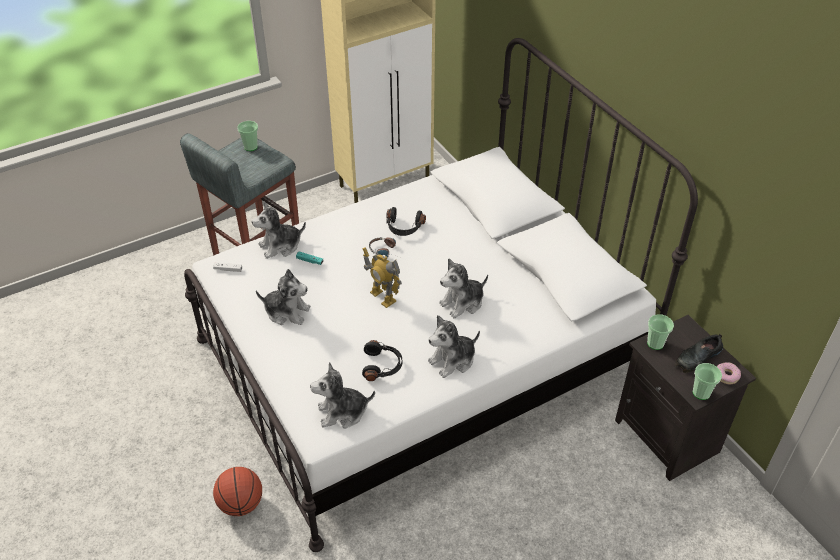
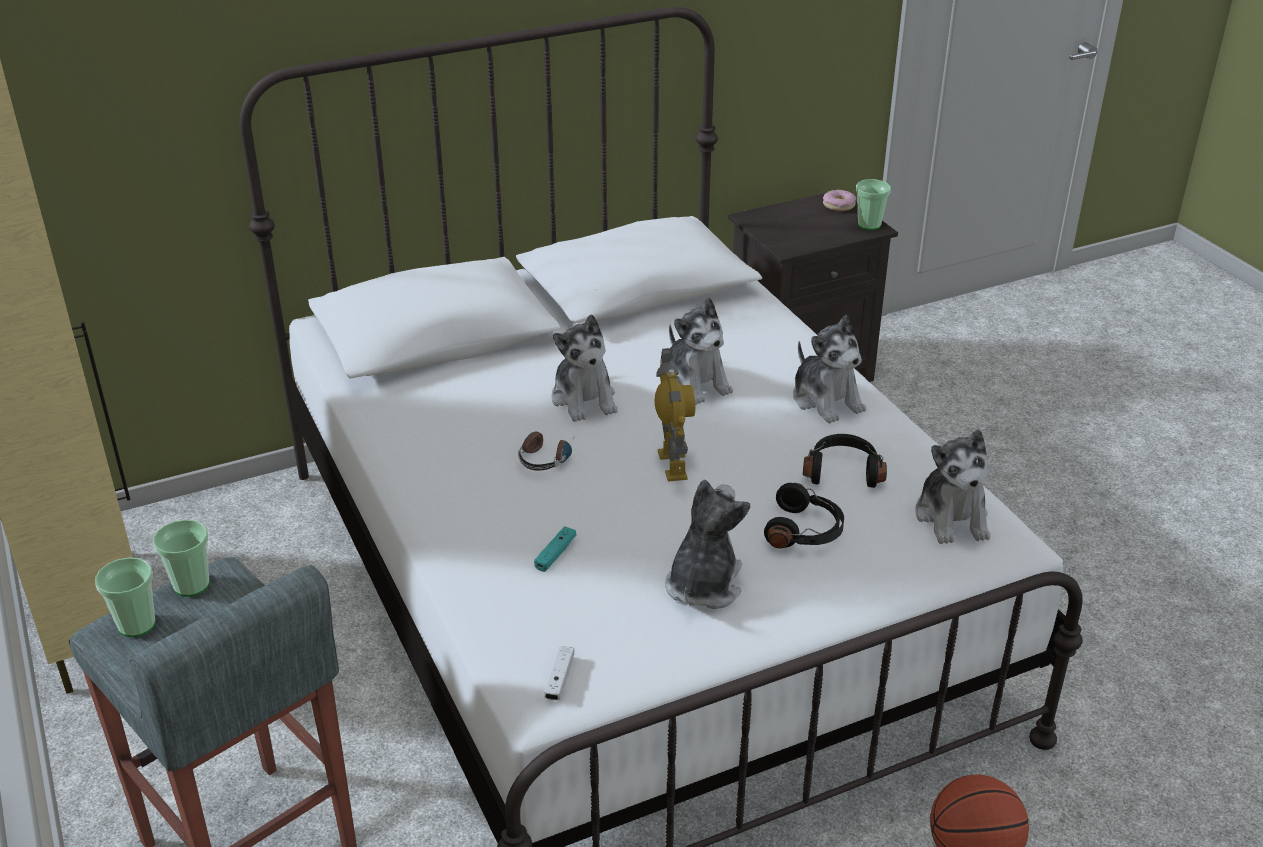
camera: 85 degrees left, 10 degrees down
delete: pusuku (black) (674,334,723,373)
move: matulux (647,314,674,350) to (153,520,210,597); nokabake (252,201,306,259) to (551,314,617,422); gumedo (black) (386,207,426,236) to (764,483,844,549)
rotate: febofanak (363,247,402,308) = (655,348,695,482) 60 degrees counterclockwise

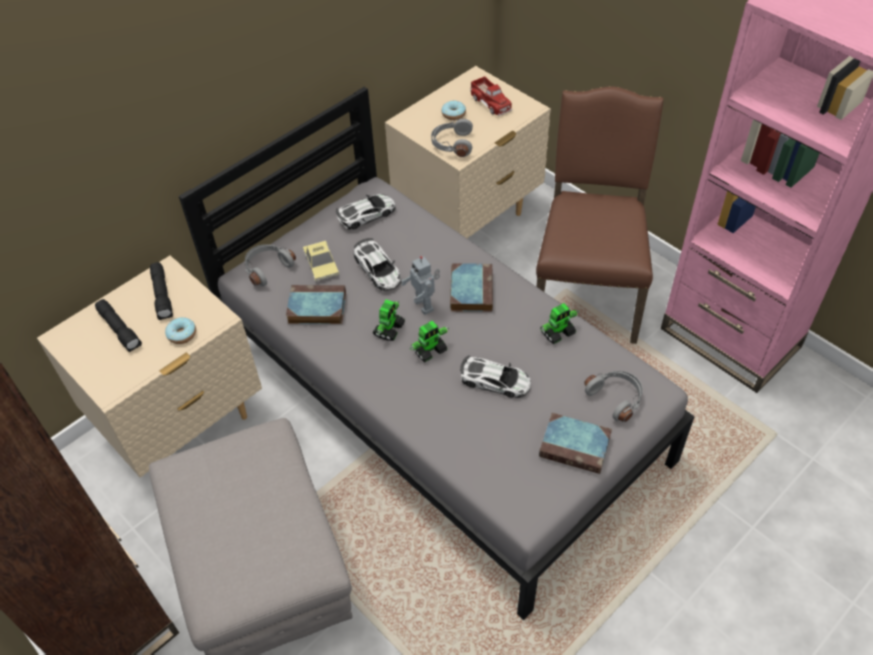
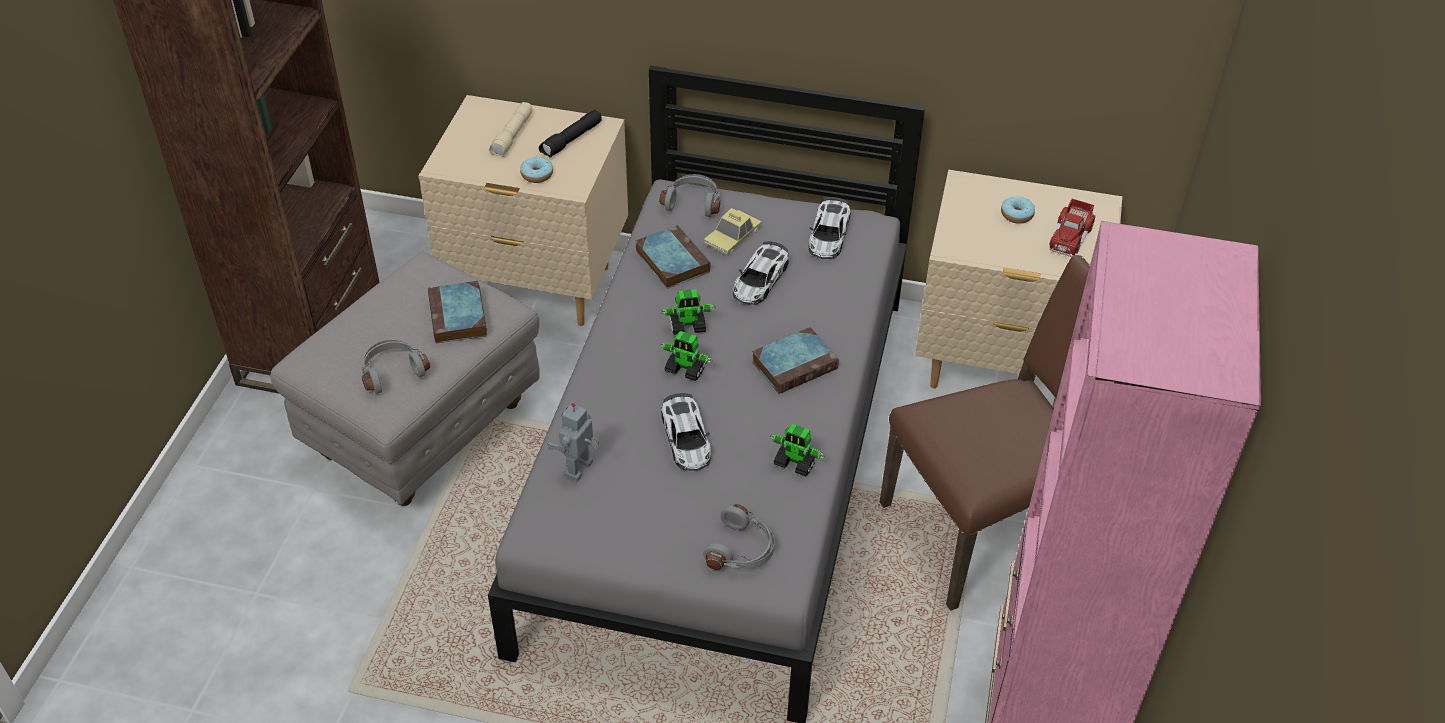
camera: 55 degrees right, 5 degrees down
move: gumedo (grey) (431,118,473,157) to (361,339,430,393); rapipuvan (539,413,612,474) to (428,281,487,343); febofanak (401,256,440,315) to (547,403,600,481)
recolor: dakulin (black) (95,299,142,352) to dakulin (beige) (489,102,532,156)
rotate: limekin (336,194,396,229) = (809,197,851,259) 75 degrees clockwise

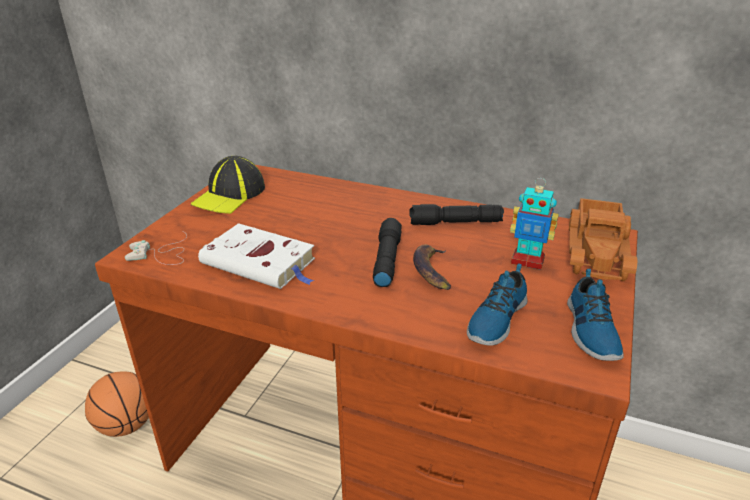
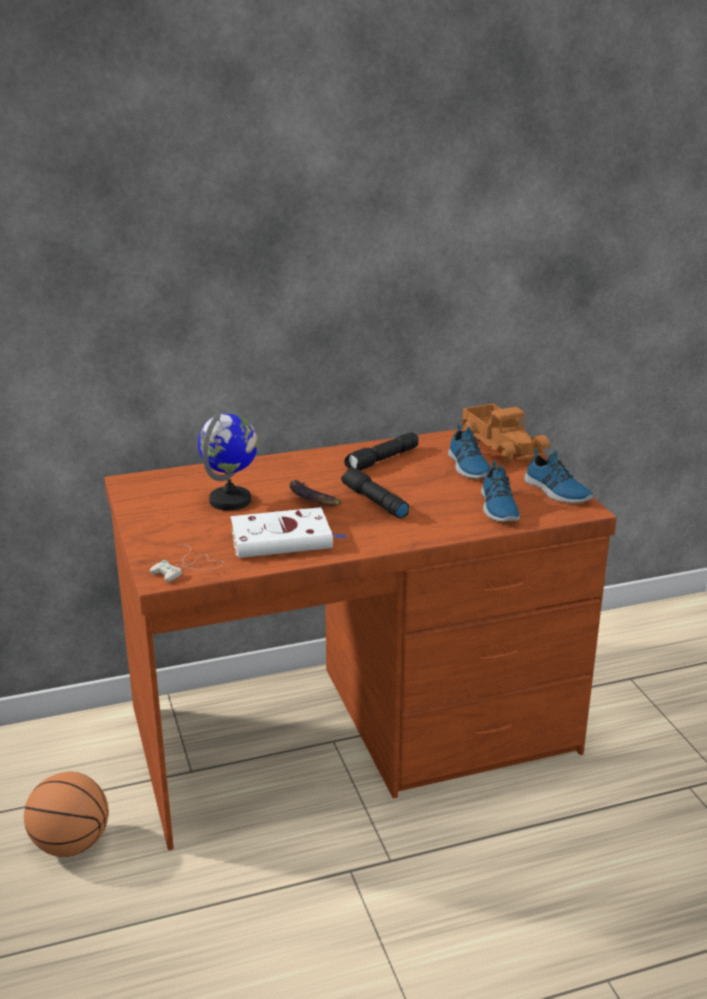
camera: 40 degrees left, 5 degrees down
delete: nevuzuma (191,156,265,214)
insert: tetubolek (198,412,258,511)
move: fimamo (413,245,451,290) to (289,480,342,506)
replace: febofanak (510,178,559,270) to pusuku (448,424,491,479)

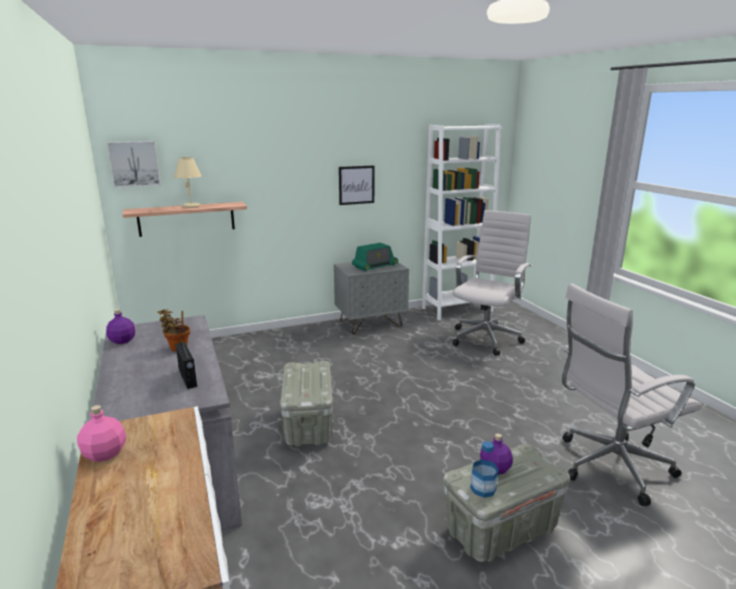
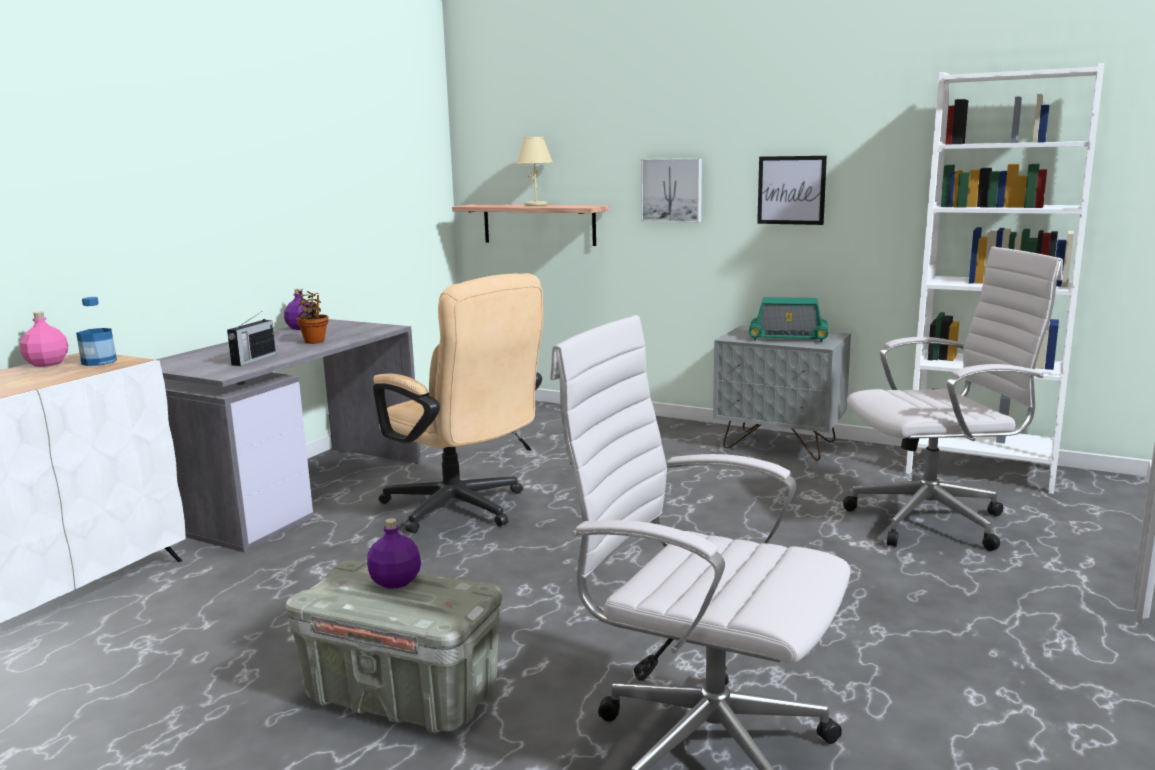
camera: 50 degrees right, 5 degrees down
move: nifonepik (470,441,499,498) to (76,297,117,366); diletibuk (107,141,160,188) to (641,158,702,223)
replace: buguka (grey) (280,361,333,447) to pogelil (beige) (373,273,543,533)

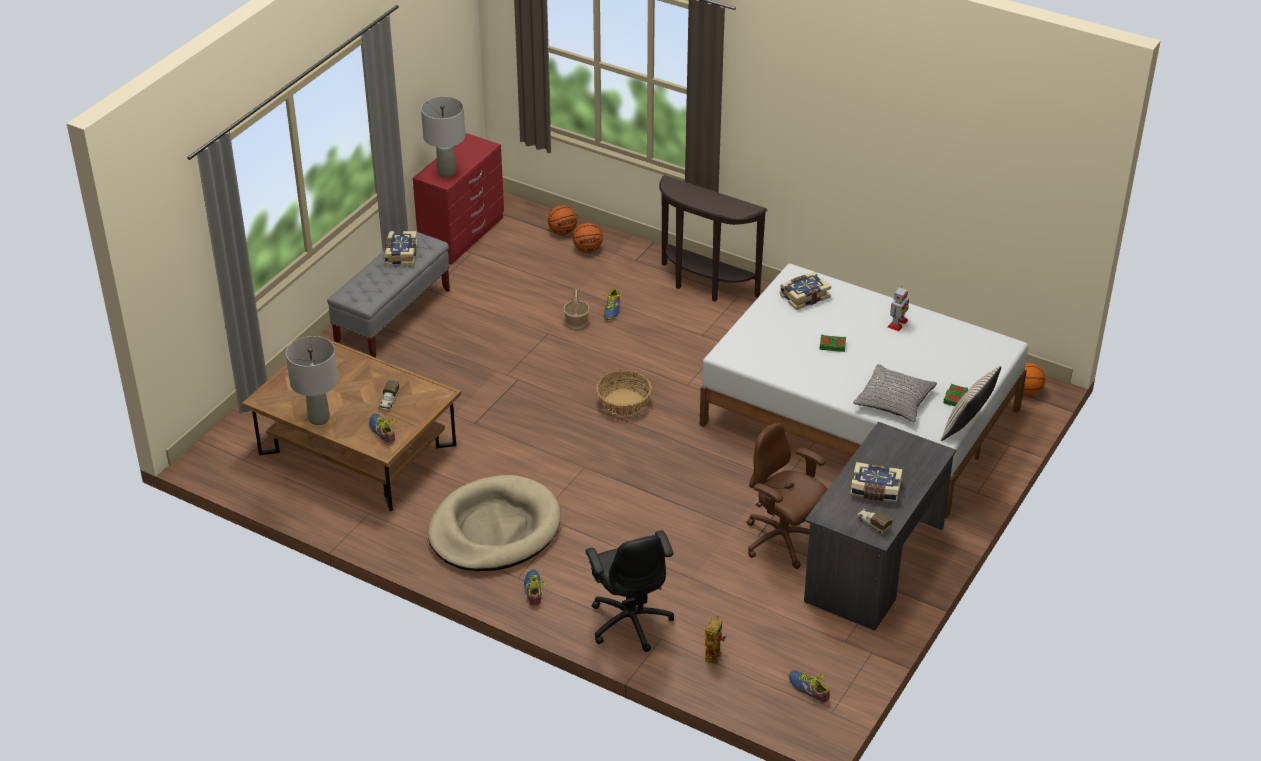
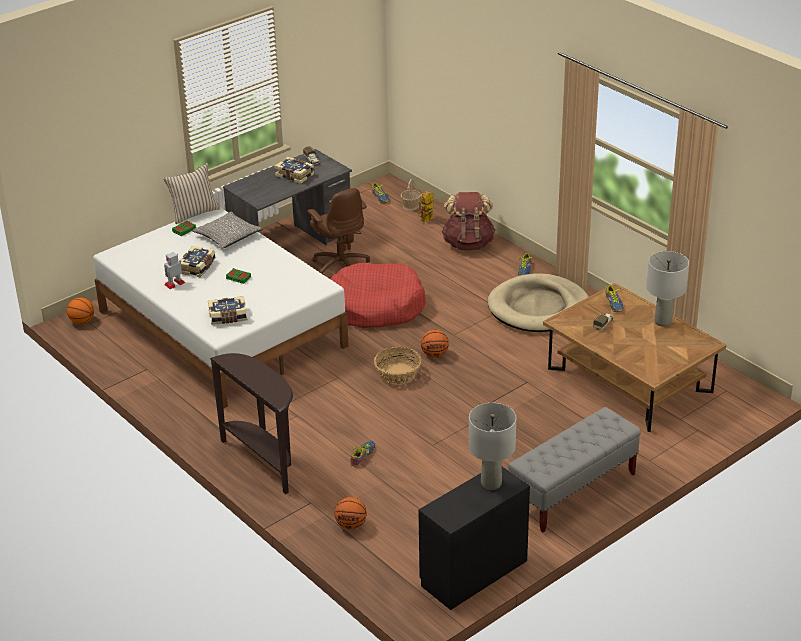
camera: 160 degrees left, 5 degrees down
insert: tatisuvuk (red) (330,263,426,328)
move: rapipuvan (384,231,417,266) to (181,246,216,277); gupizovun (563,289,590,329) to (401,179,421,211); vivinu (548,205,577,235) to (421,330,449,358)
replace: pogelil (black) (586,530,674,652) to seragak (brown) (442,192,496,250)
recolor: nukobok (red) (413,133,504,265) to nukobok (black) (418,467,530,610)

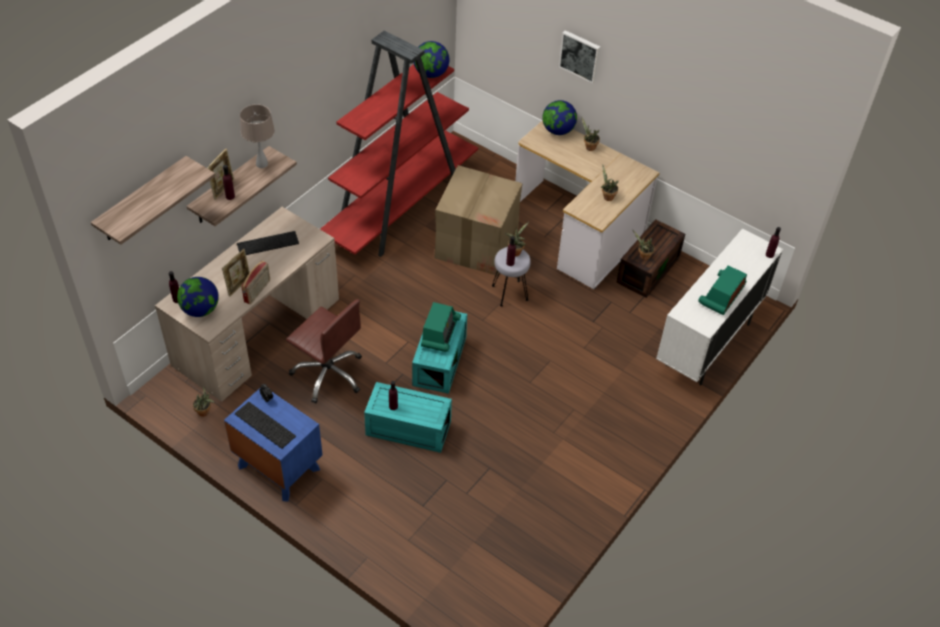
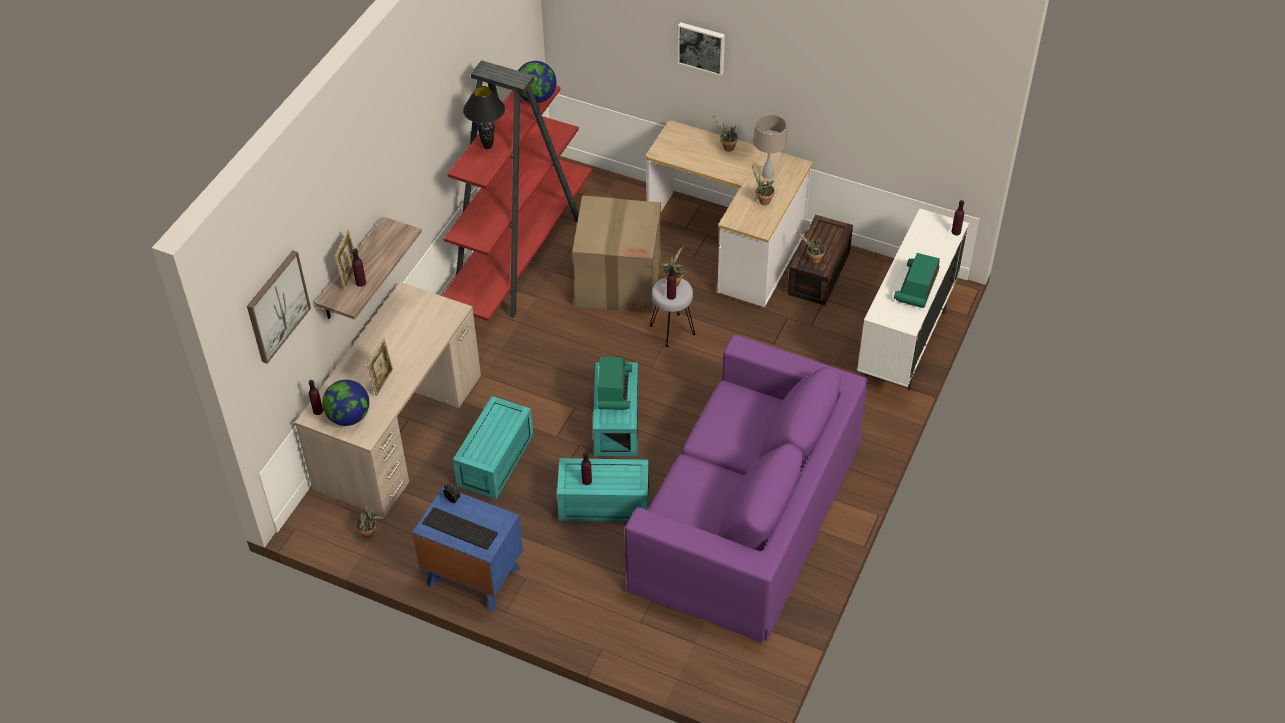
camera: 10 degrees left, 0 degrees up
delete: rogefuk (237,231,299,255); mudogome (241,261,270,304); tetubolek (542,100,577,135)
insert: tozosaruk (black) (463,86,505,149); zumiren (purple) (625,335,868,644)
move: tozosaruk (beige) (240,104,275,168) to (753,114,787,179)
replace: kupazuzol (91,156,216,245) to diletibuk (247,251,311,364); pogelil (brown) (286,299,362,403) to buguka (turquoise) (453,396,533,499)

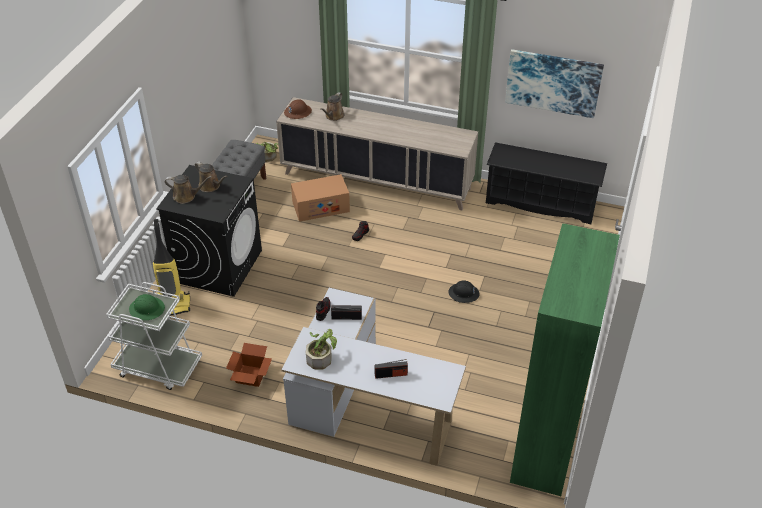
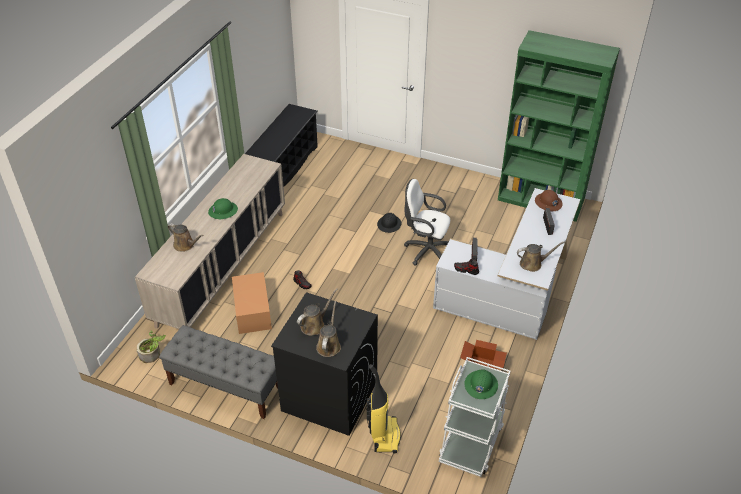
camera: 85 degrees left, 0 degrees up
delete: diletibuk (505,49,604,118)
insert: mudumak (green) (208,198,238,219); pogelil (white) (404,179,450,266)
move: mudumak (brown) (284,100,312,119) to (535,190,563,211)
replace: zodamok (306,329,337,370) to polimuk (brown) (517,241,565,272)

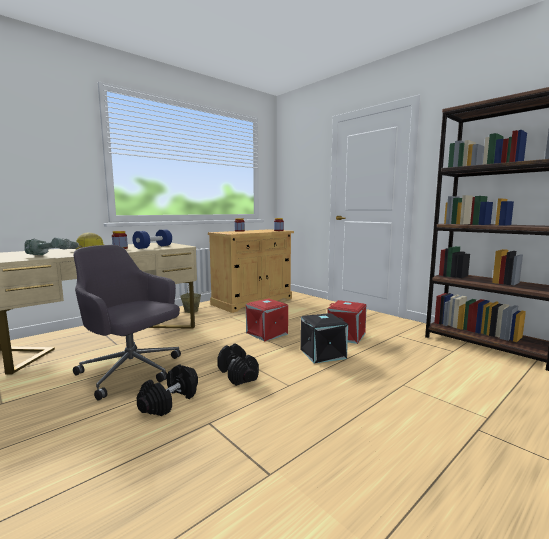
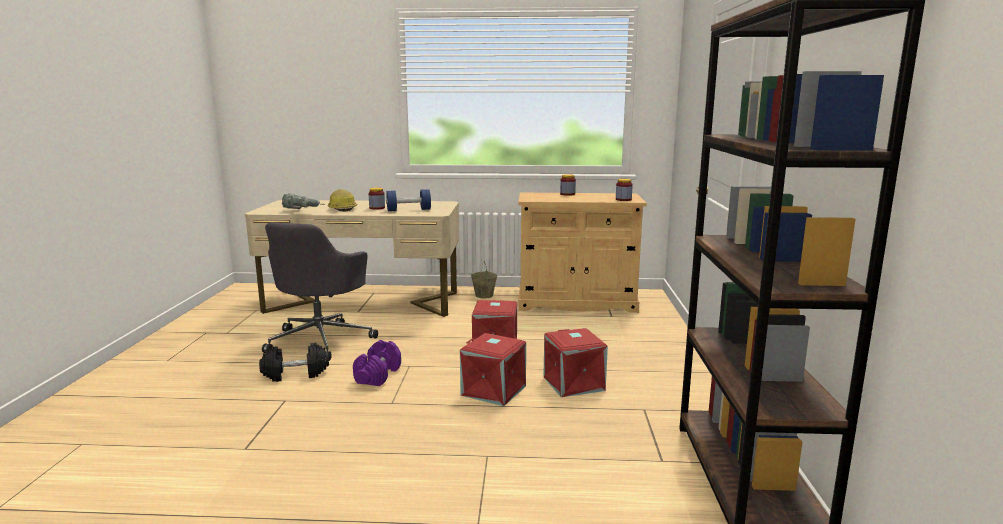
camera: 45 degrees right, 5 degrees up
recolor: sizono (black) (217,344,259,386) to sizono (purple) (353,340,401,386); buguka (black) (300,313,348,363) to buguka (red) (460,333,526,406)
rotate: pogelil (grey) (73,245,181,401) = (262,222,378,361) 150 degrees counterclockwise

